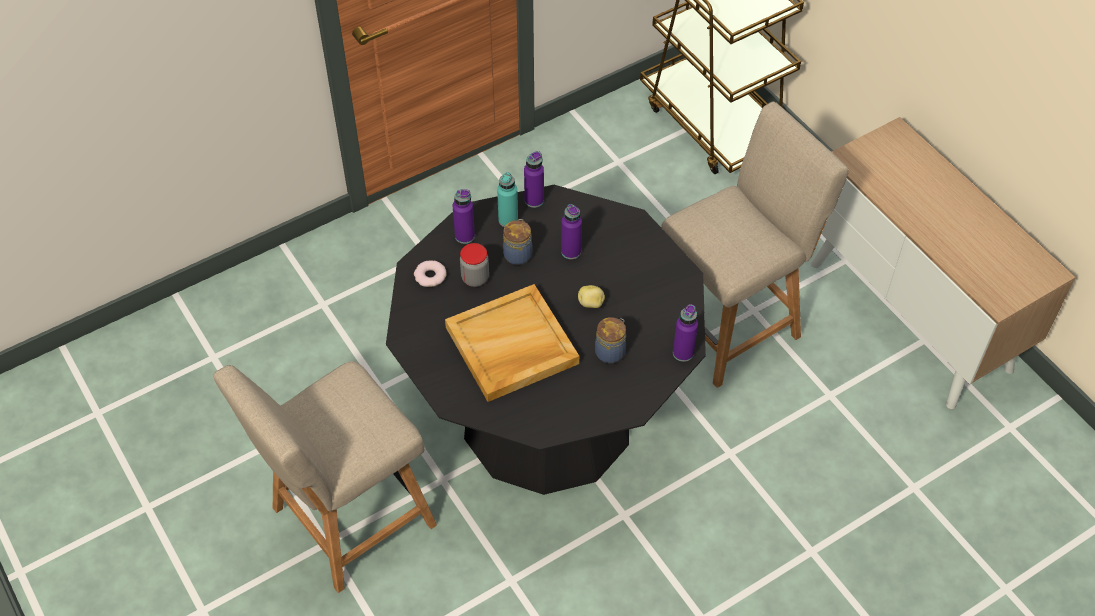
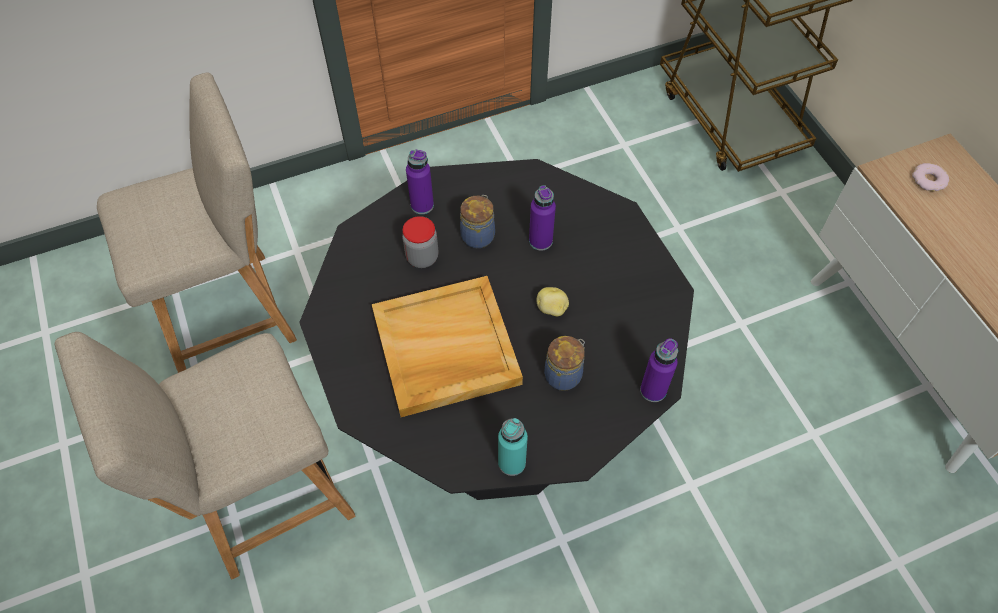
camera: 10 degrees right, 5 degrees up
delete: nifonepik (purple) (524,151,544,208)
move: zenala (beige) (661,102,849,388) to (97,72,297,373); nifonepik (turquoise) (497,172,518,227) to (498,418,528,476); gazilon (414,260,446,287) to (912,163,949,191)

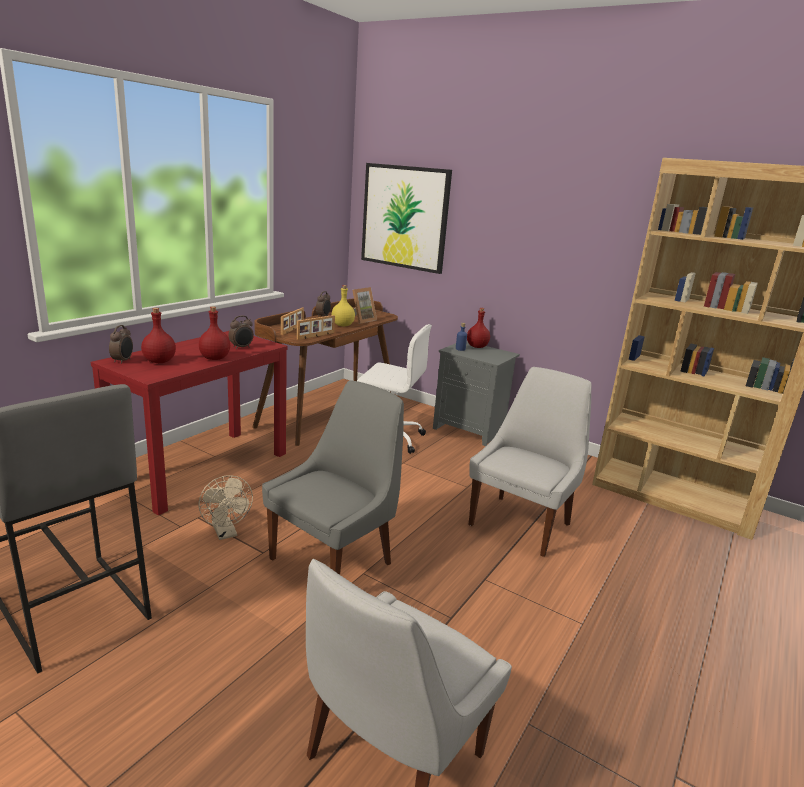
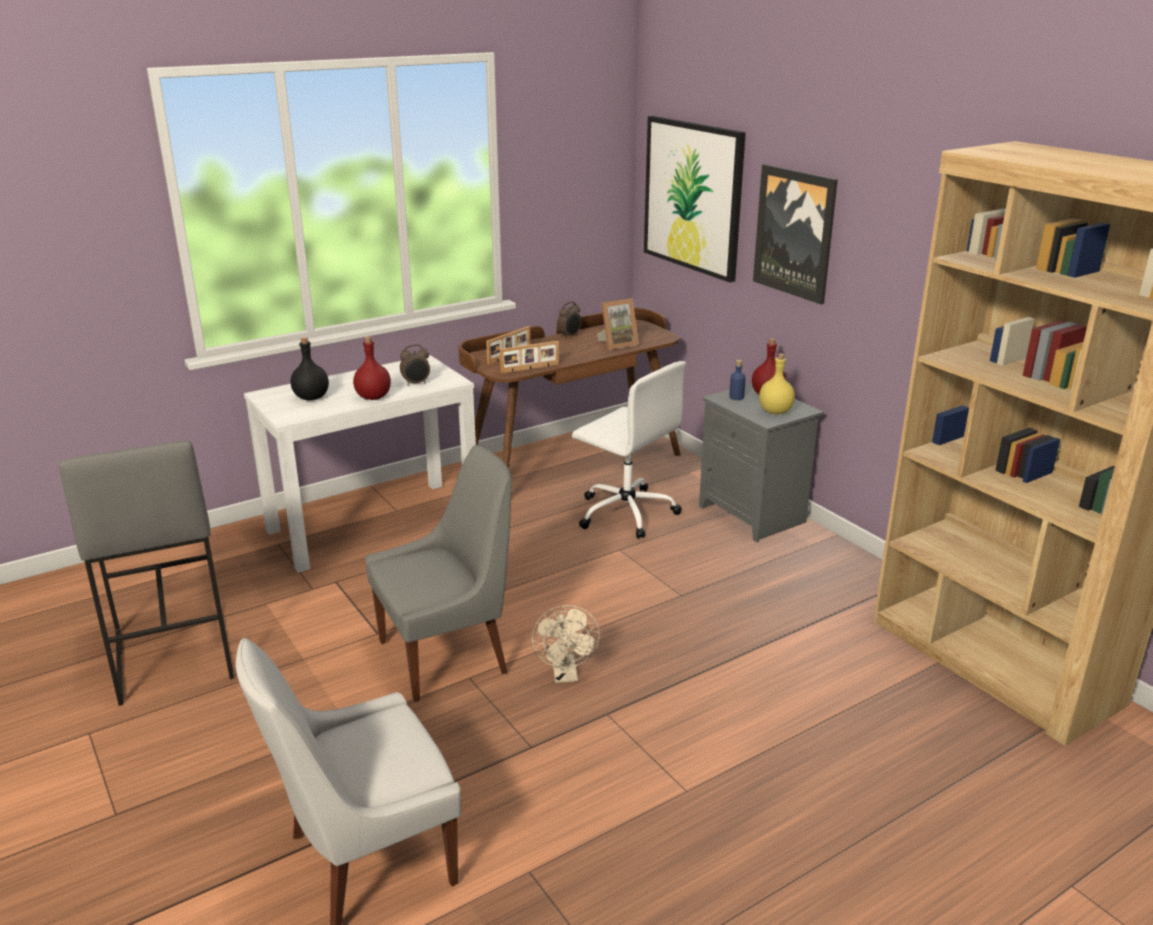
camera: 25 degrees right, 5 degrees up
delete: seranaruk (109,325,133,364); zenala (white) (469,367,591,557)
insert: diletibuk (753,164,838,305)
move: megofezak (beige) (199,475,253,540) to (532,605,600,683); nifonepik (yellow) (331,285,355,326) to (759,353,795,414)
recolor: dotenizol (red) (91,331,288,516) to dotenizol (white) (244,355,476,573); nifonepik (red) (141,308,176,363) to nifonepik (black) (291,337,329,401)

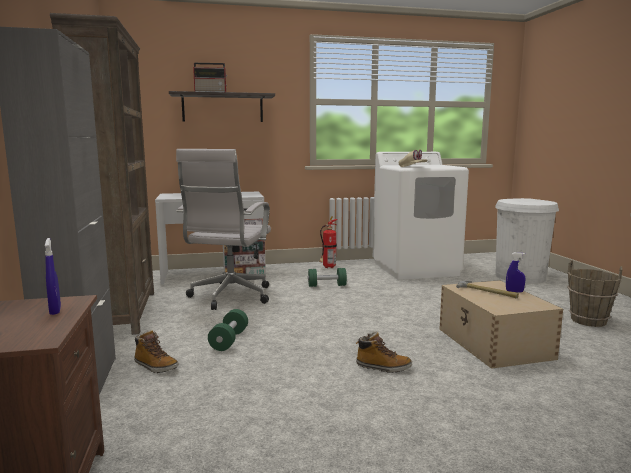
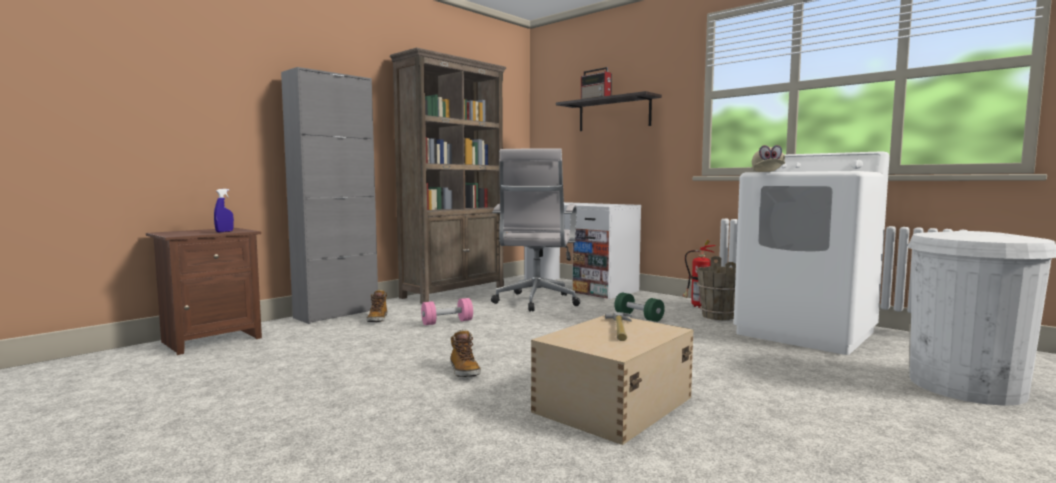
camera: 55 degrees right, 5 degrees down
delete: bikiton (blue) (506,252,526,293)
move: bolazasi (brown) (567,260,622,327) to (697,256,736,320)
recolor: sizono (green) (208,309,248,351) to sizono (pink) (421,298,473,325)
rotate: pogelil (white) (176,149,271,310) = (491,148,580,312) 60 degrees counterclockwise

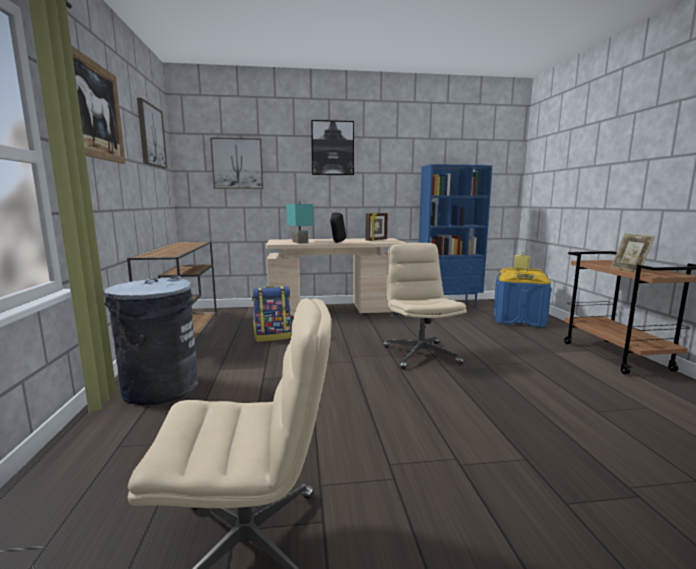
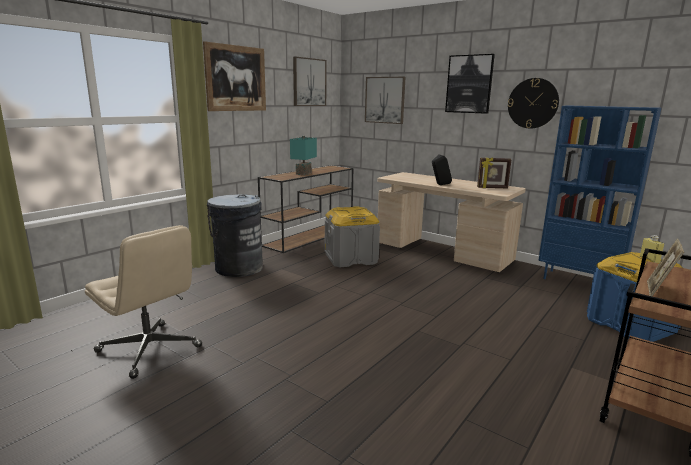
camera: 45 degrees right, 5 degrees up
delete: pogelil (beige) (383,243,467,369)
insert: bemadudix (508,78,559,129)
move: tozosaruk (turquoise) (286,201,313,243) to (290,136,317,175)
replace: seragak (252,286,291,342) to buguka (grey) (325,206,380,267)

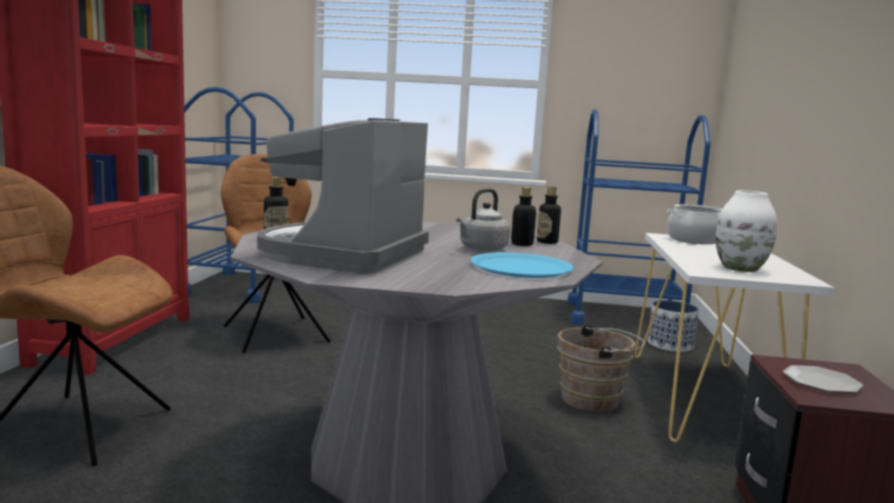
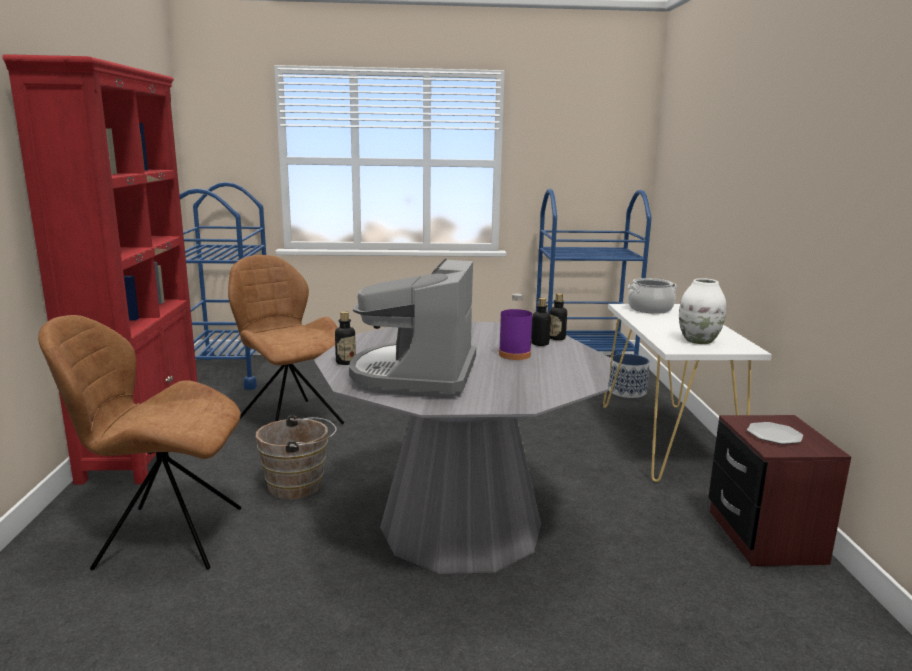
camera: 10 degrees left, 5 degrees up
delete: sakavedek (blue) (470,252,574,278)
move: bolazasi (brown) (557,324,645,412) to (256,415,337,499)
replace: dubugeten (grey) (456,189,510,252) to nifonepik (purple) (499,294,532,360)

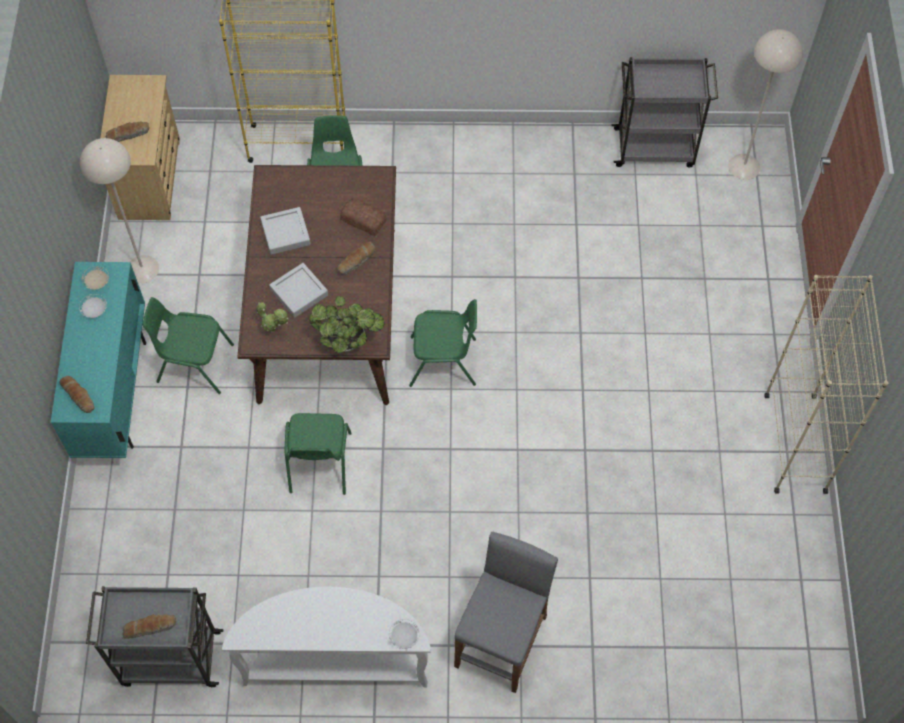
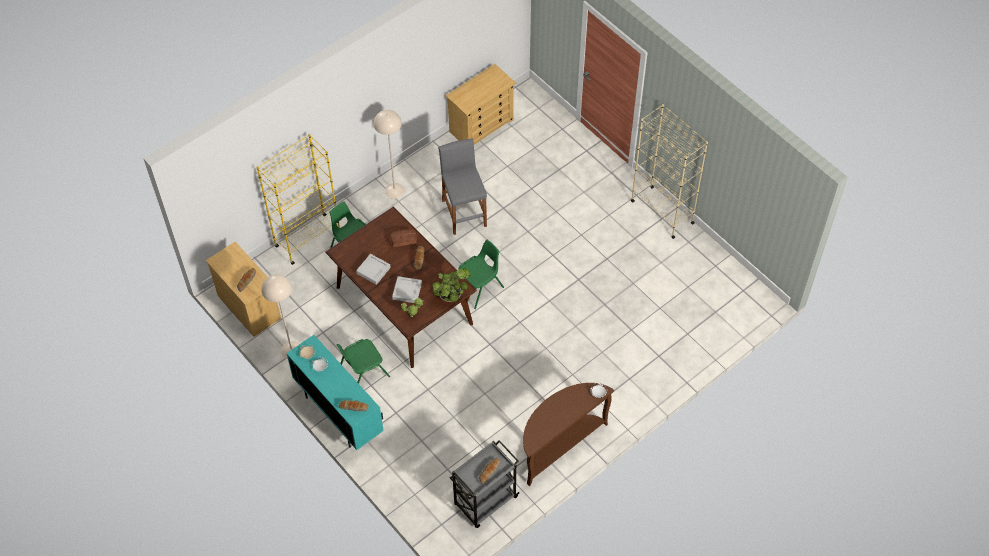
camera: 40 degrees left, 5 degrees down
delete: zenala (green) (285,413,352,495)
move: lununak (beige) (728,29,803,180) to (374,110,404,199); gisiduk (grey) (454,532,558,693) to (438,138,487,235)
replace: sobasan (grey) (611,57,718,168) to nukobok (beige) (446,64,516,144)
recolor: dotenizol (white) (222,587,431,687) to dotenizol (brown) (523,383,614,486)

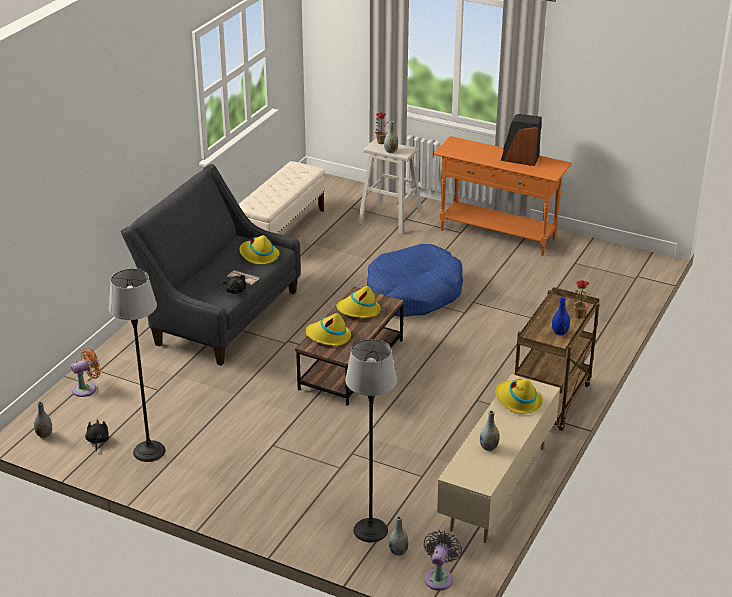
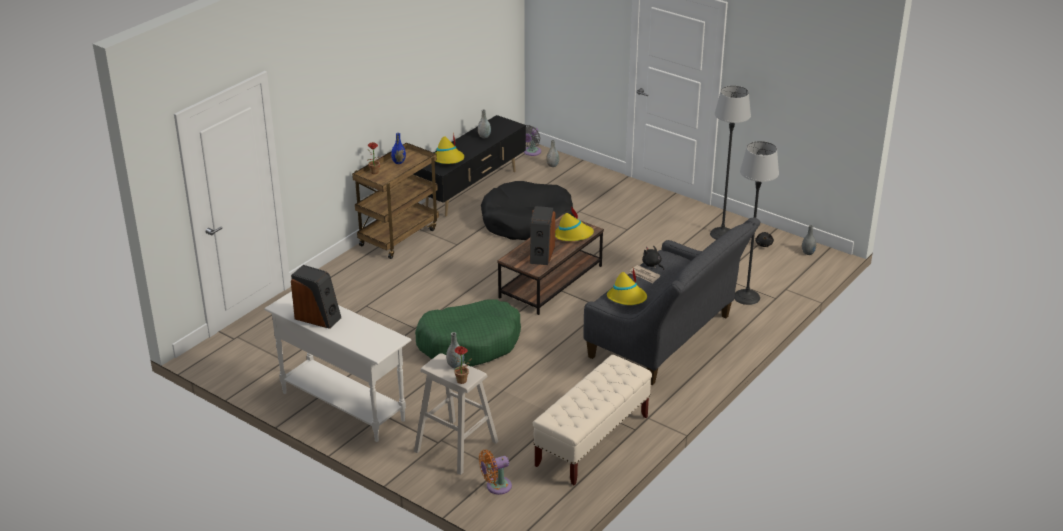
camera: 170 degrees left, 0 degrees up
insert: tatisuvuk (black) (481,181,575,240)
move: megofezak (orange) (71,348,101,397) to (479,450,512,495); lununak (345,339,397,543) to (734,141,779,305)
replace: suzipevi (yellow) (336,286,381,318) to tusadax (529,206,555,265)
recolor: dotenizol (orange) (433,136,572,256) to dotenizol (white) (264,291,412,442); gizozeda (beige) (437,374,560,543) to gizozeda (black) (413,115,526,216); tatisuvuk (blue) (367,244,463,317) to tatisuvuk (green) (415,300,521,366)

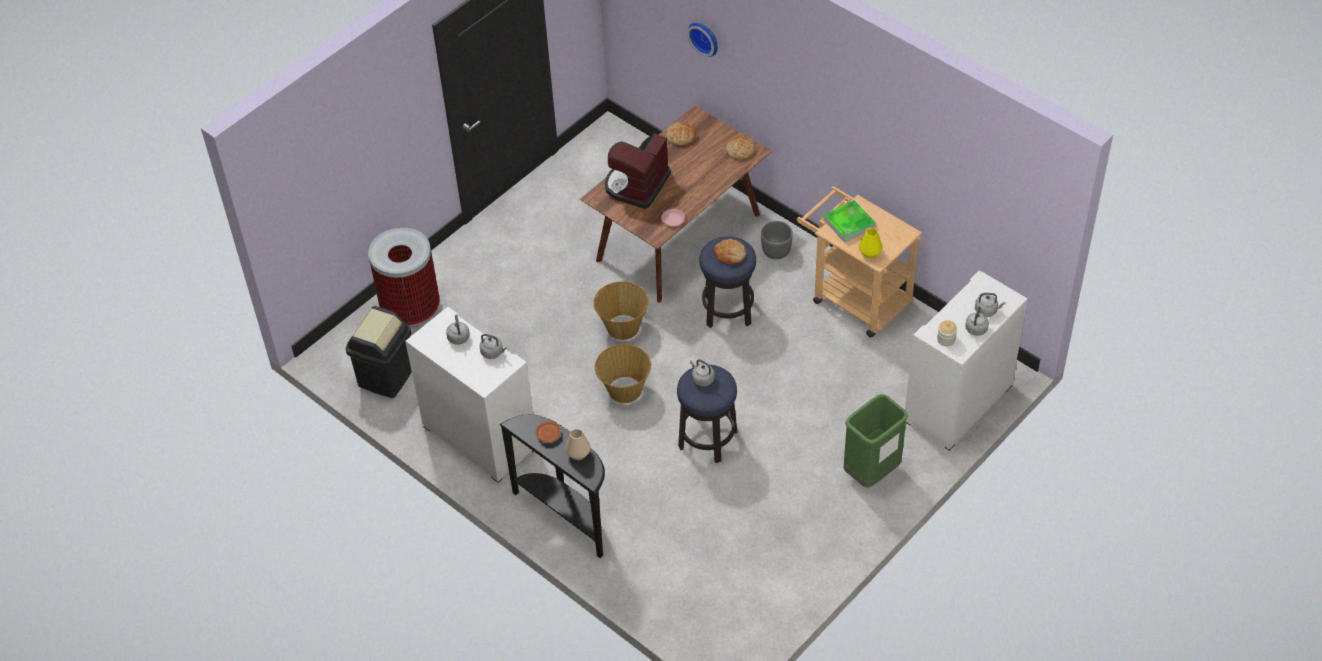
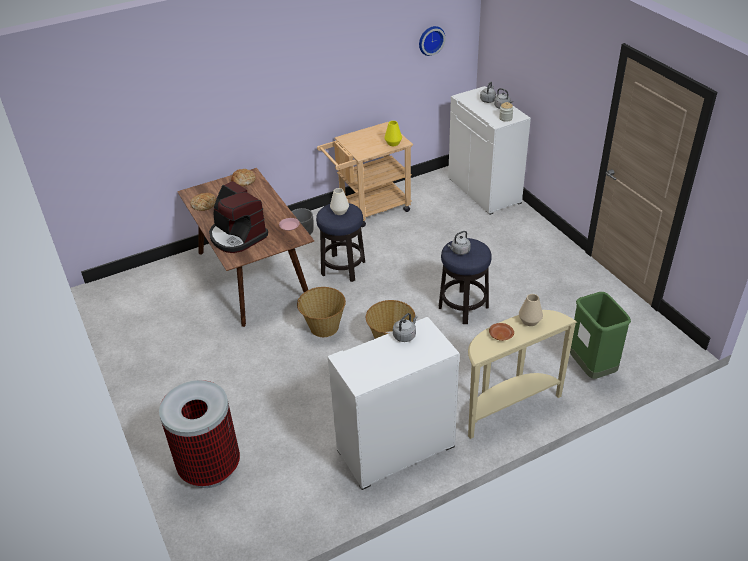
camera: 70 degrees left, 10 degrees down
delete: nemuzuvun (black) (345,306,412,398); dubugeten (grey) (446,314,470,345); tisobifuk (823,200,876,243)
move: bemadudix (687,23,718,57) to (419,26,445,56); nemuzuvun (green) (844,394,908,488) to (570,292,631,379)
replace: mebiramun (714,239,746,265) to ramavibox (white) (330,188,349,215)
recolor: dotenizol (black) (499,414,605,558) to dotenizol (beige) (468,310,577,439)

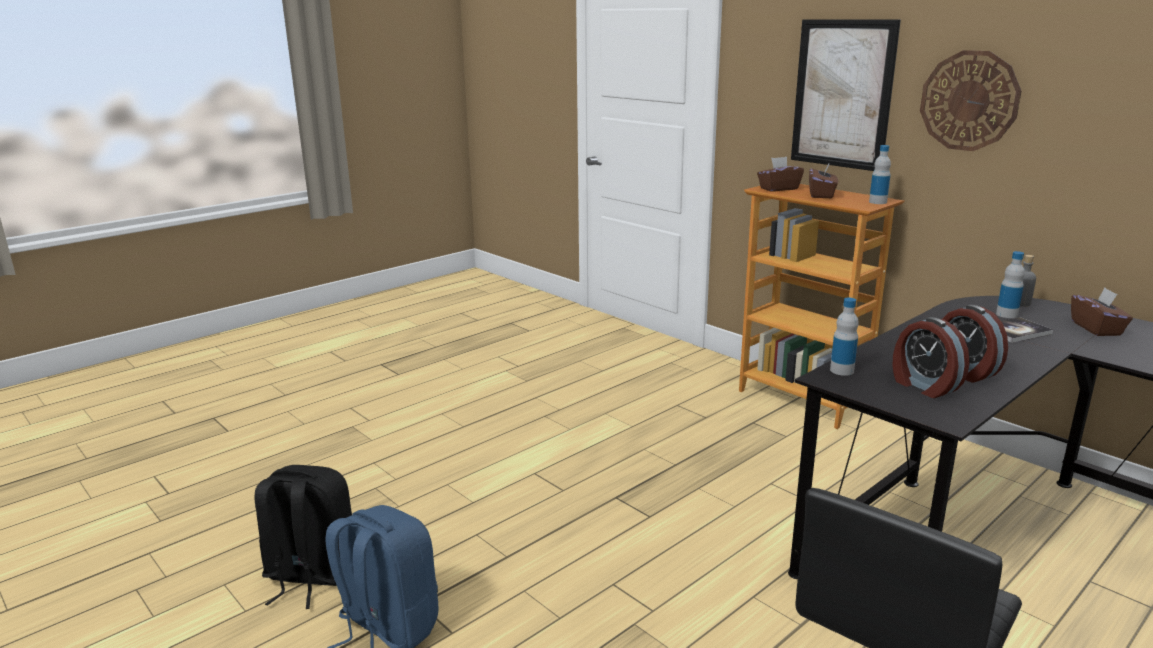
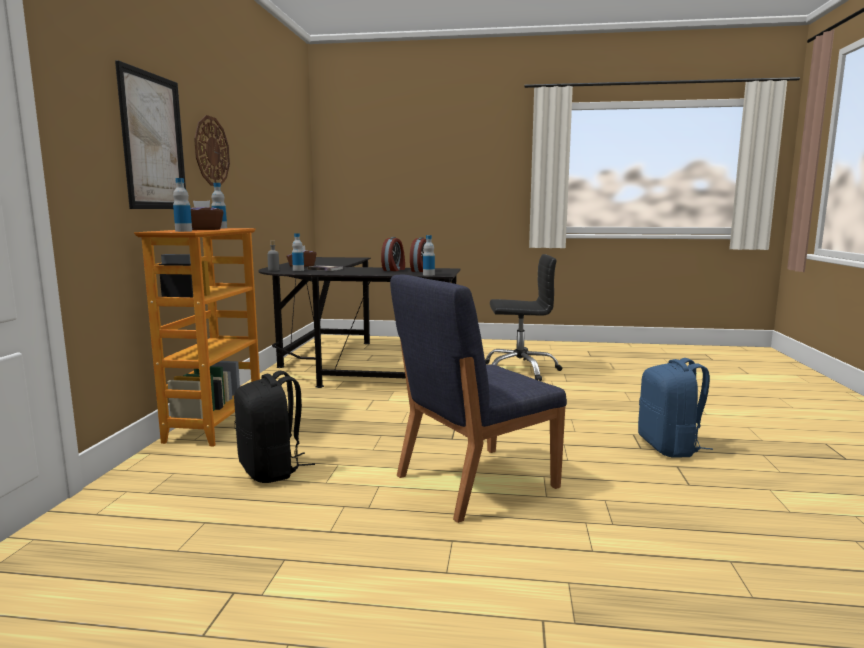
camera: 130 degrees left, 10 degrees down
insert: zenala (blue) (390,275,567,523)
move: seragak (black) (254,465,352,609) to (234,371,315,483)
replace: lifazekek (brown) (757,157,804,192) to nifonepik (173,178,192,232)

